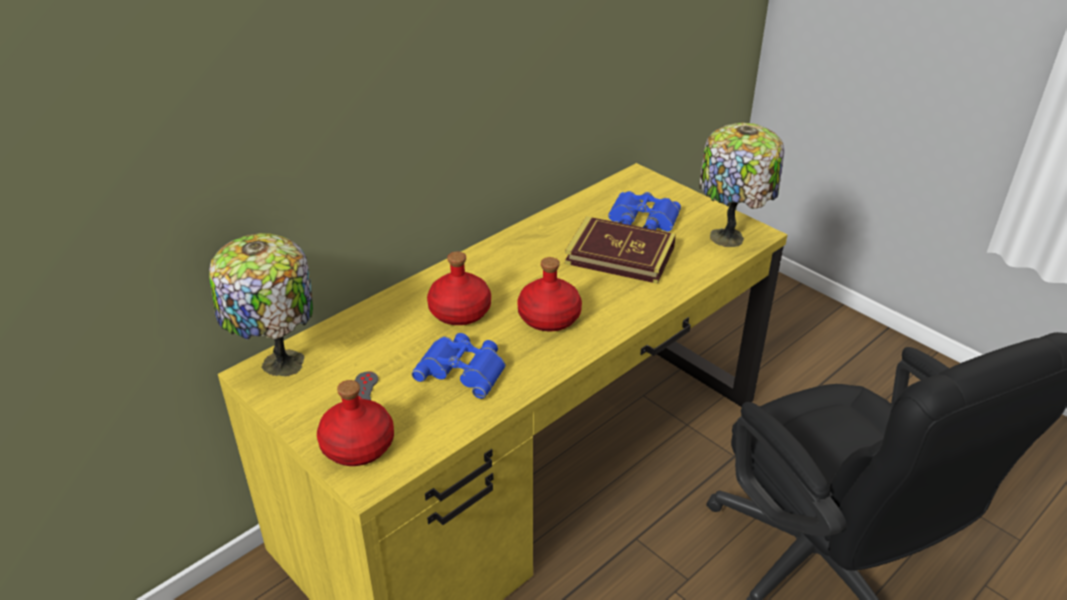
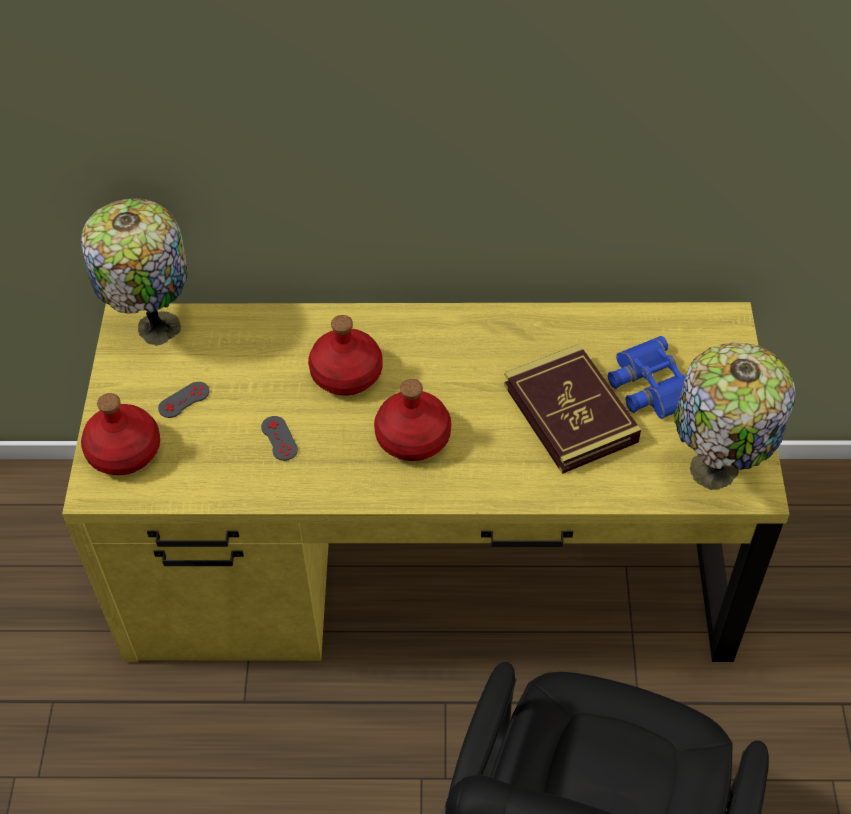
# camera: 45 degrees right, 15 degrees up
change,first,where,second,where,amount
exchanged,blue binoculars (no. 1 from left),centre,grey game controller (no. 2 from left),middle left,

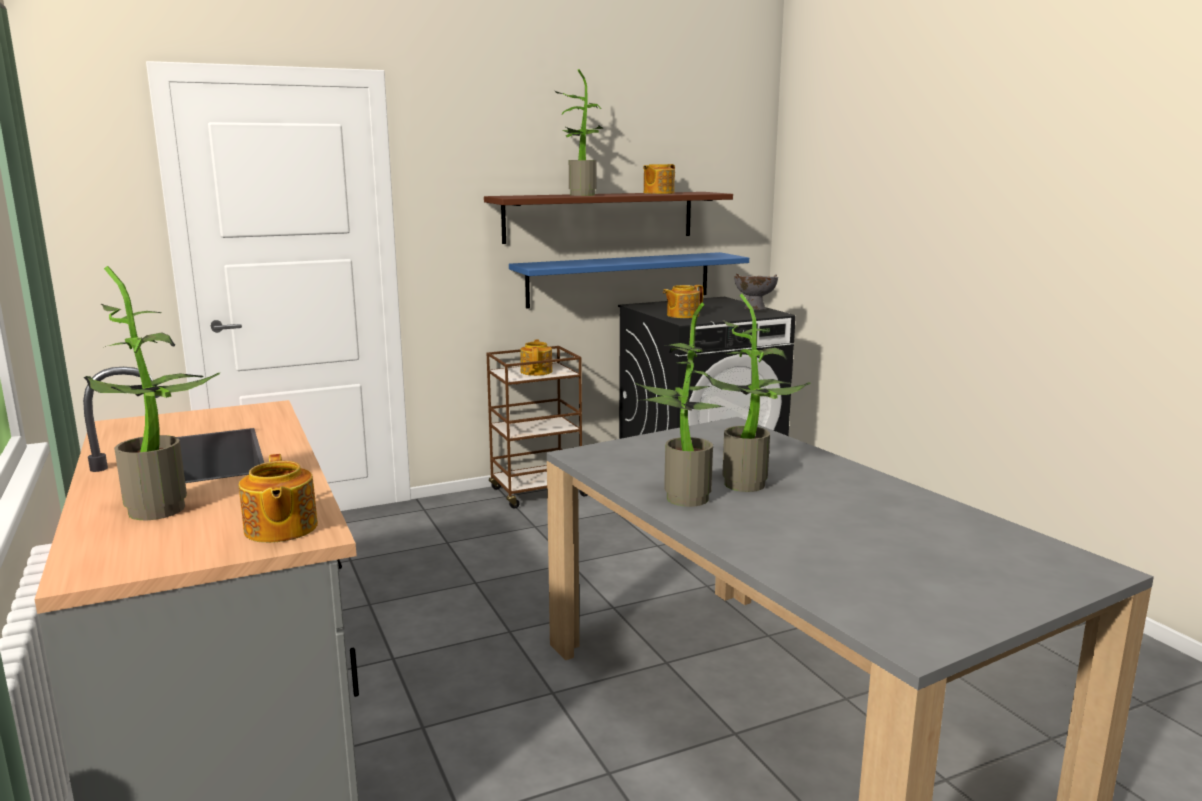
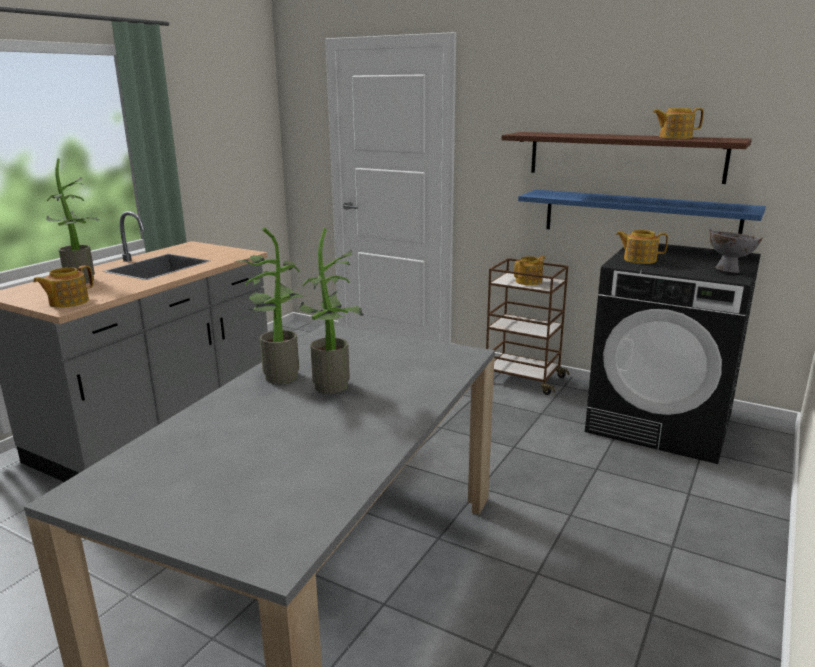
# camera: 55 degrees right, 5 degrees up
change,first,where,second,where,amount
missing,potted plant (no. 2 from left),top centre,,,

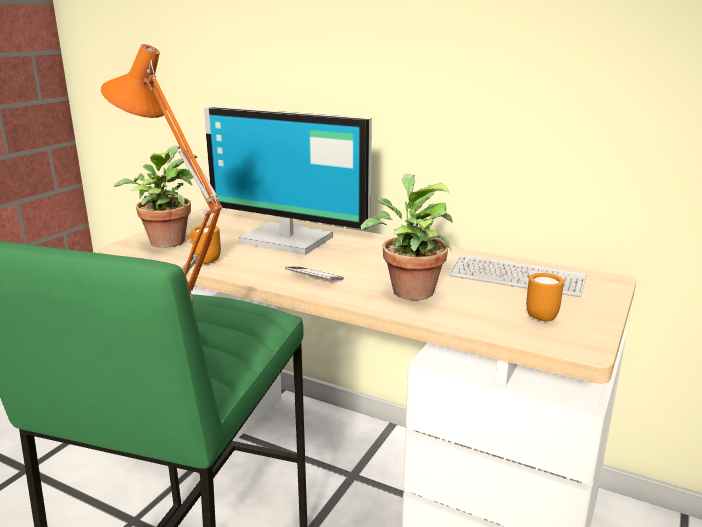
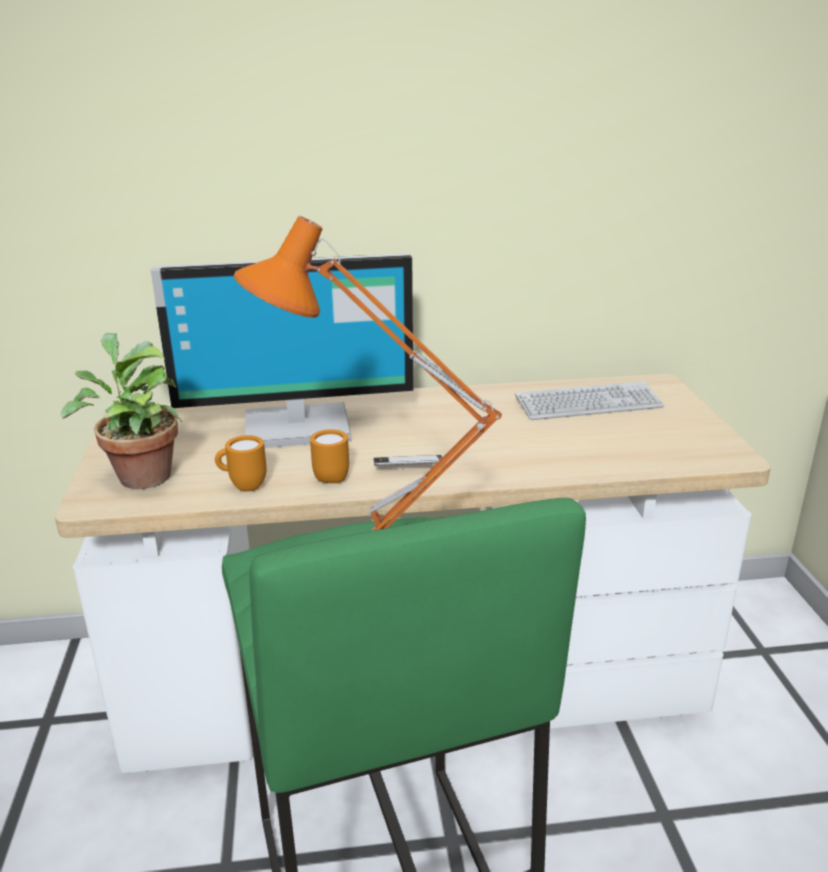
# camera: 35 degrees left, 5 degrees up
change,first,where,second,where,amount
relocated,orange mug (no. 2 from left),middle right,,centre,
missing,potted plant (no. 2 from left),centre,,,

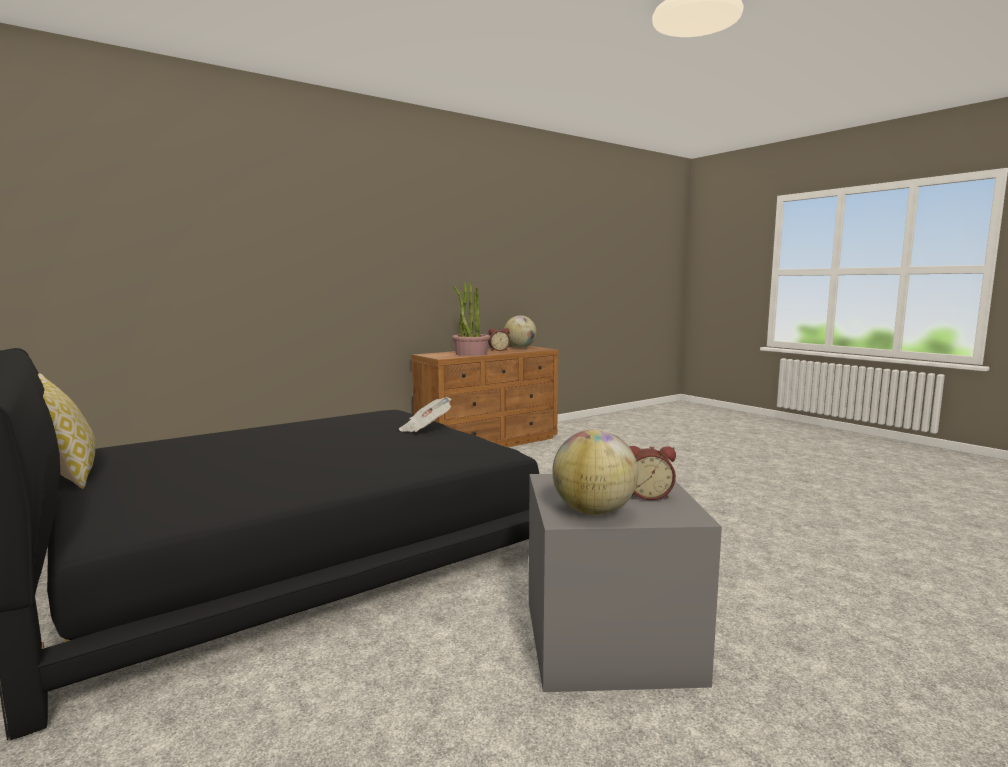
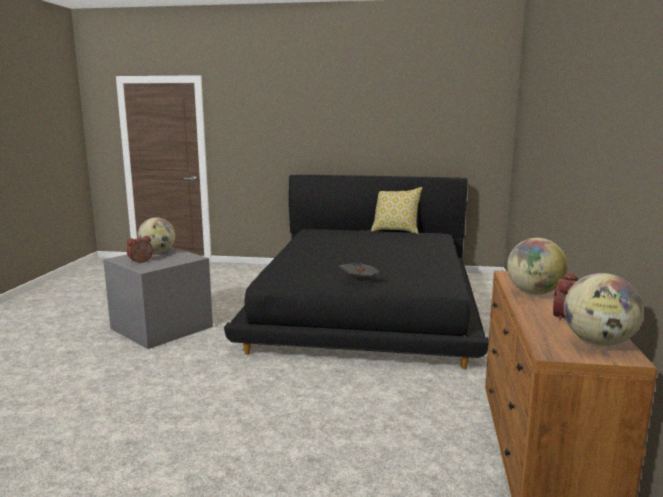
# camera: 135 degrees right, 5 degrees up
change,first,where,second,where,amount
exchanged,potted plant,centre,globe (no. 2 from left),middle right,

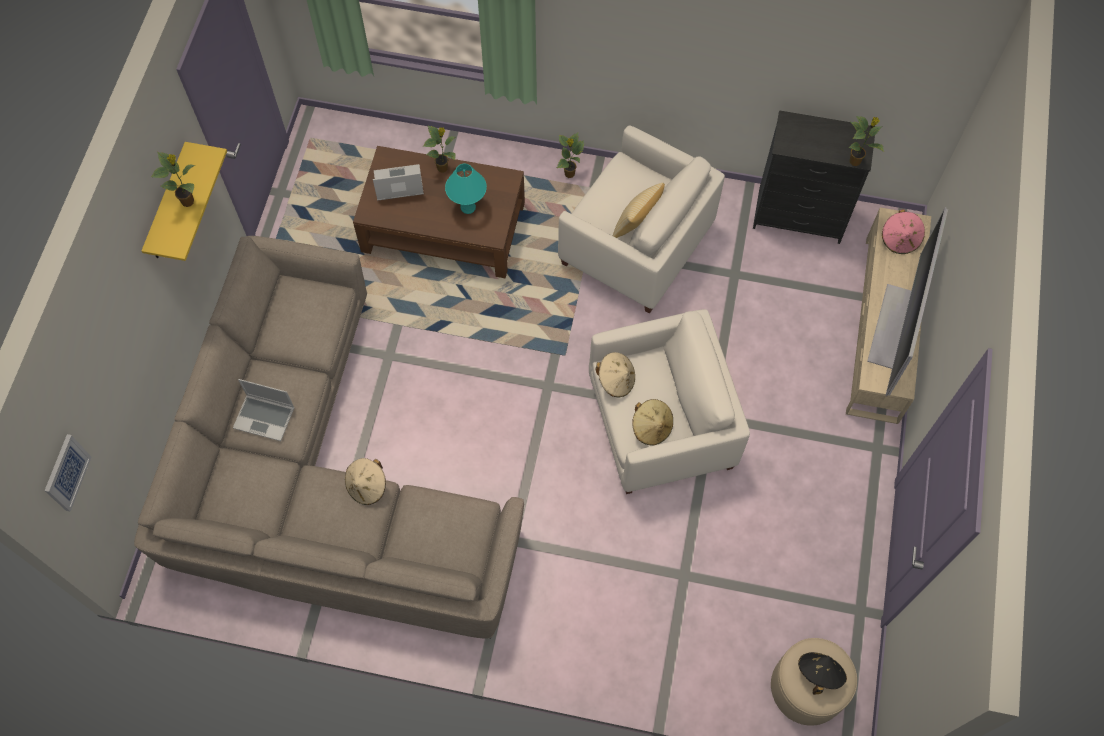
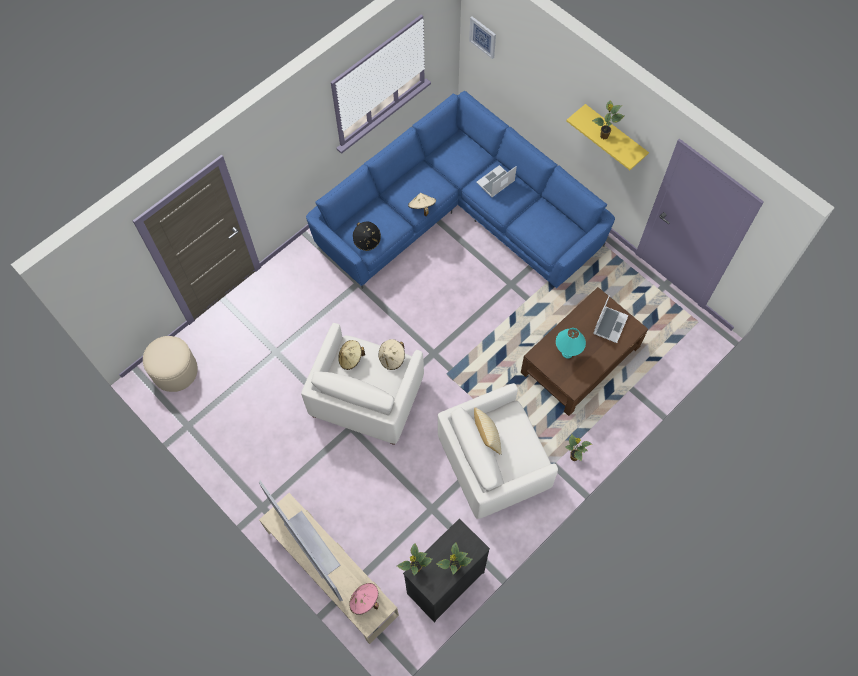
# camera: 125 degrees right, 0 degrees up
change,first,where,second,where,amount
colour,beige sofa,middle left,blue sofa,top centre,
relocated,black hat,bottom right,,centre,
relocated,potted plant (no. 2 from left),top centre,,bottom centre,

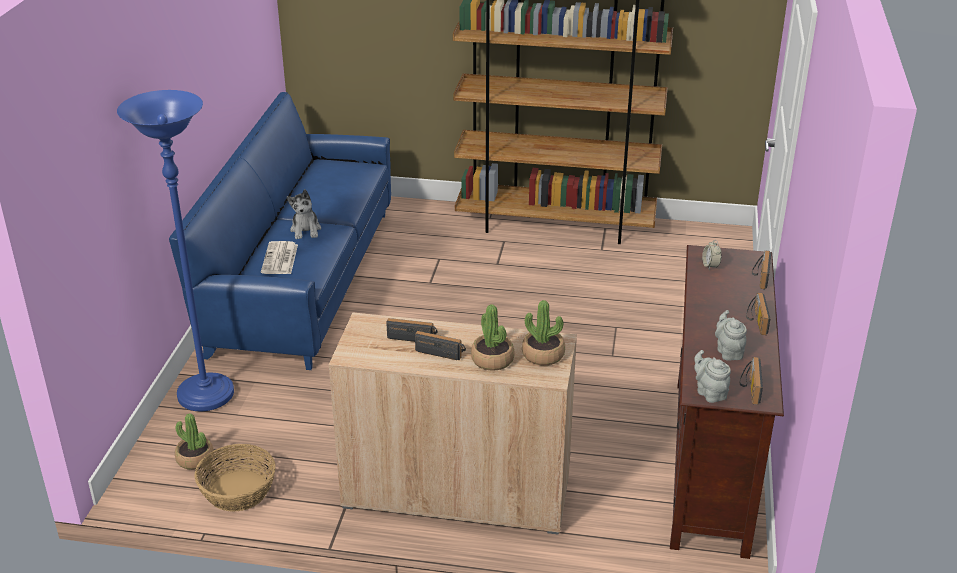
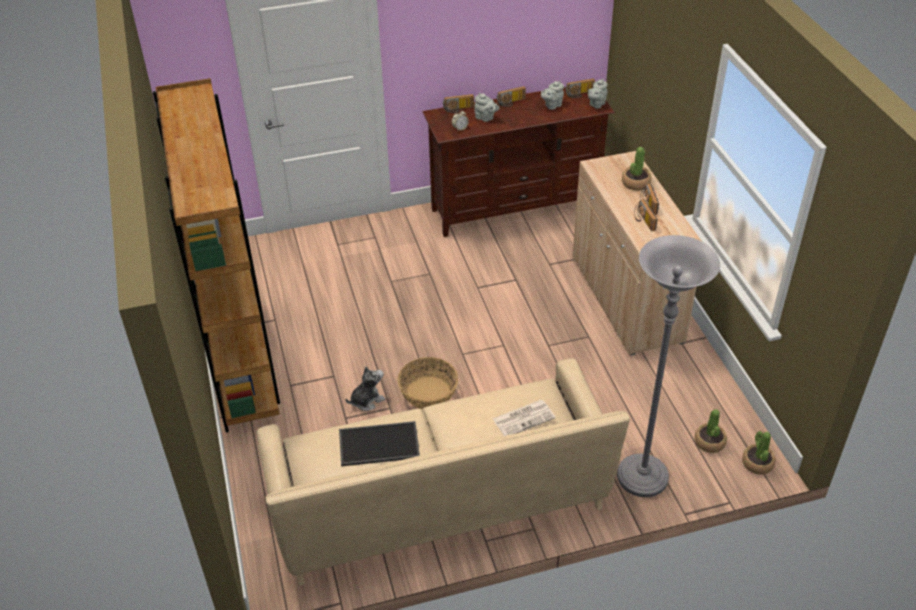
# camera: 115 degrees left, 10 degrees up
change,first,where,second,where,amount
colour,blue sofa,middle left,beige sofa,bottom centre,
appeared,,,tray,bottom centre,
relocated,plush toy,middle left,,centre,
relocated,basket,bottom left,,centre,
appeared,,,grey teapot (no. 1 from left),top centre,
colour,blue floor lamp,middle left,grey floor lamp,middle right,
relocated,potted plant (no. 3 from left),centre,,bottom right,

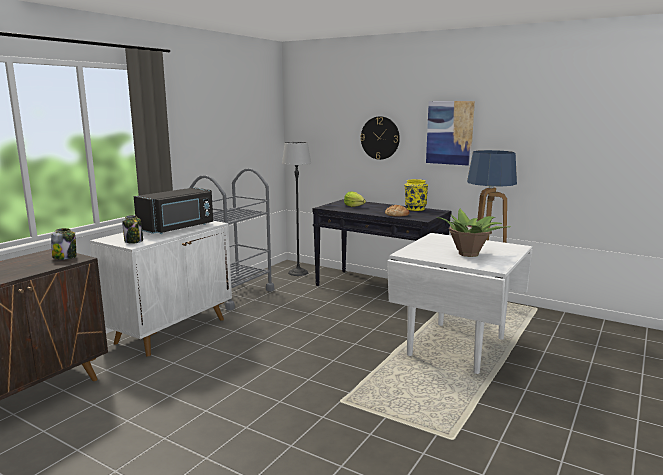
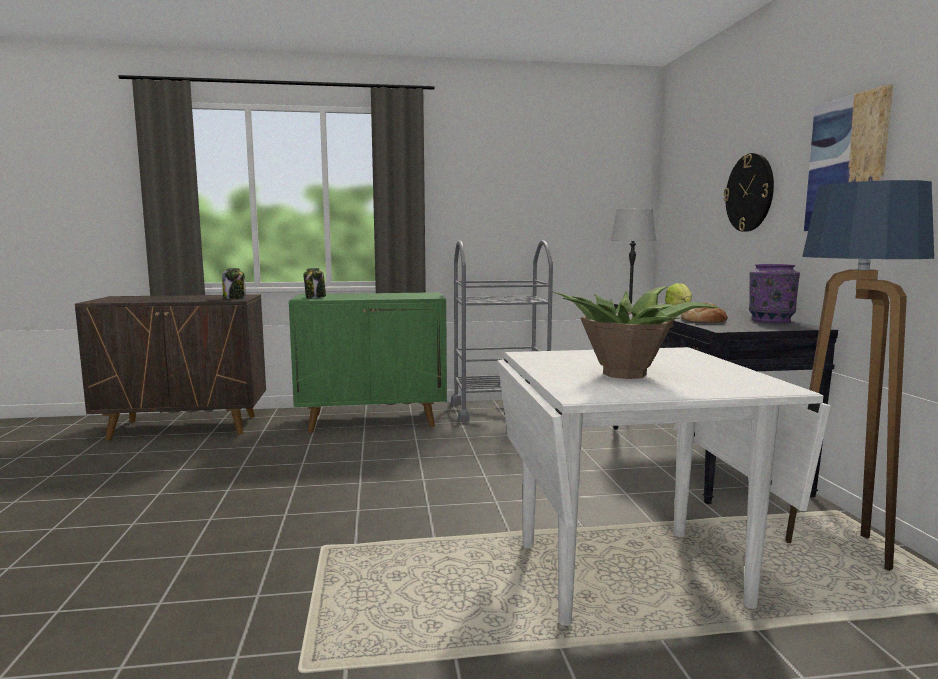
# camera: 50 degrees right, 5 degrees down
change,first,where,second,where,amount
colour,white cabinet,middle left,green cabinet,centre,
colour,yellow vase,centre,purple vase,middle right,
missing,black microwave,middle left,,,

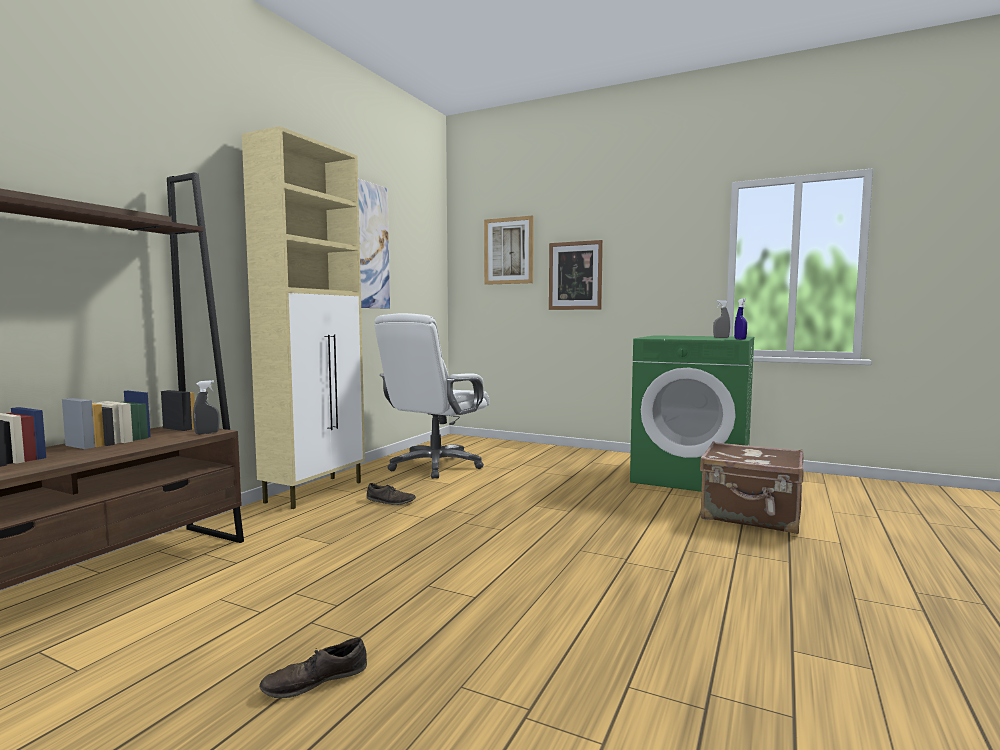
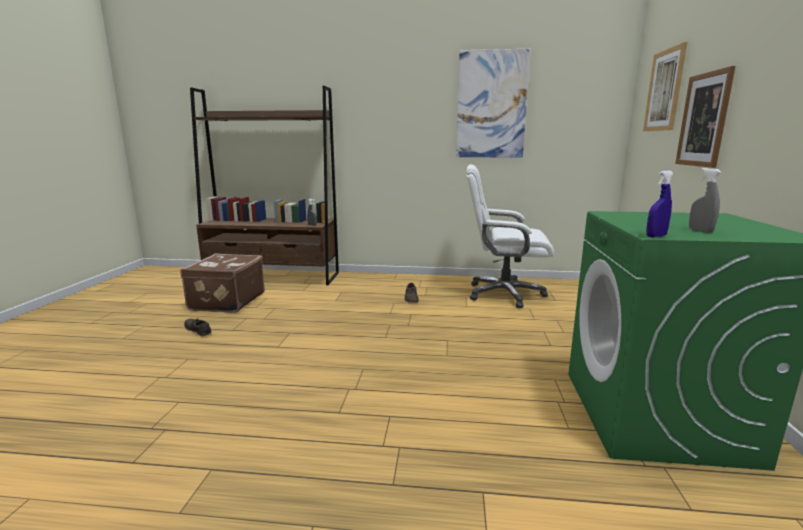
# camera: 70 degrees right, 10 degrees up
change,first,where,second,where,amount
relocated,brown suitcase,middle right,,middle left,
missing,beige cabinet,middle left,,,

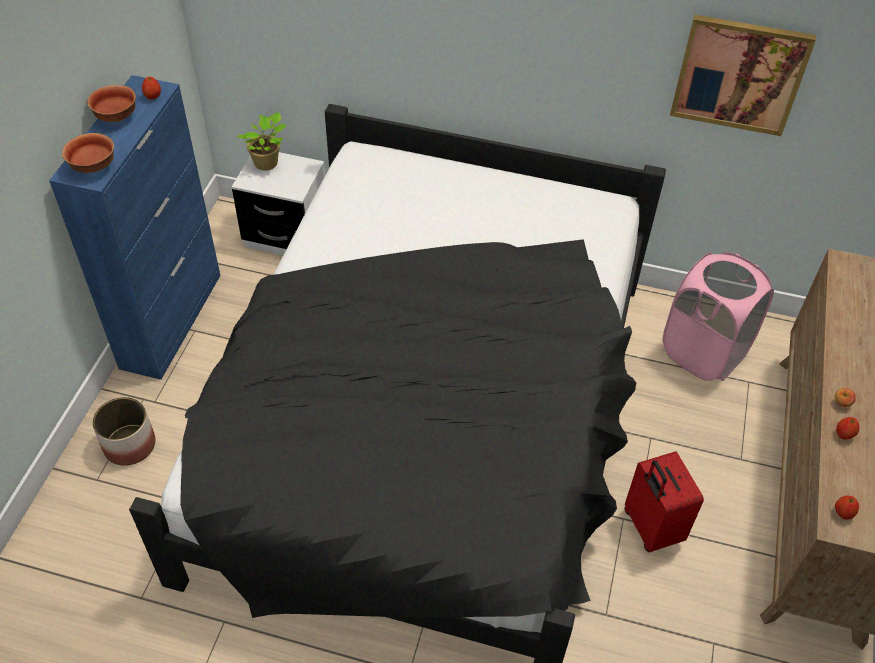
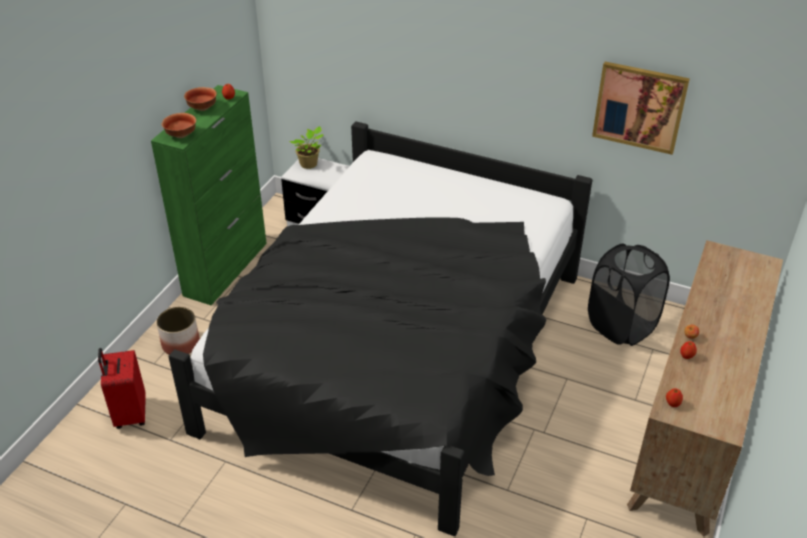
# camera: 10 degrees right, 10 degrees down
change,first,where,second,where,amount
relocated,red suitcase,bottom right,,bottom left,
colour,blue cabinet,middle left,green cabinet,middle left,
colour,pink laundry basket,middle right,black laundry basket,middle right,

